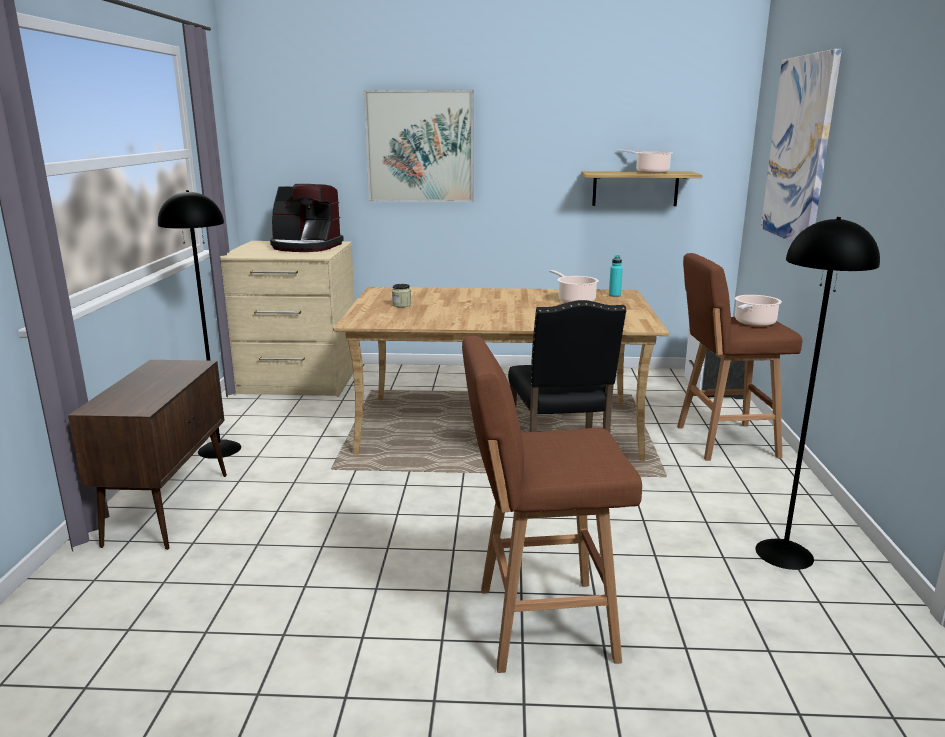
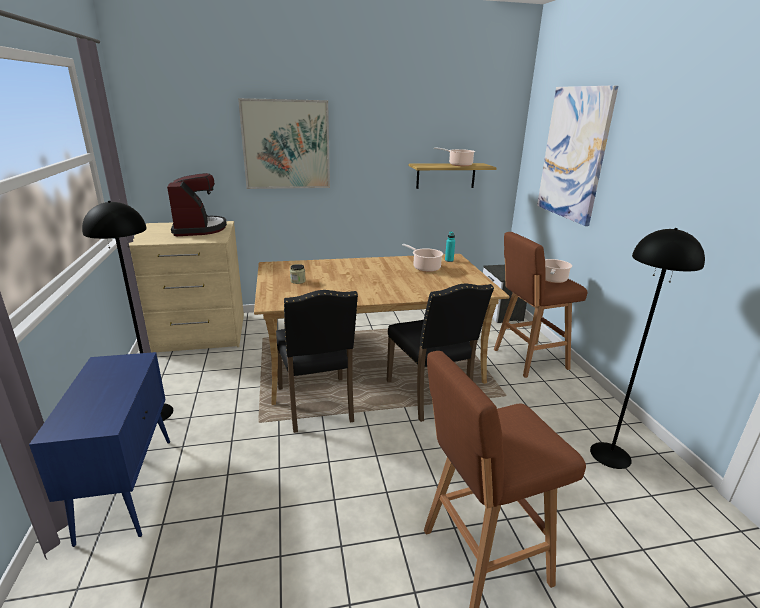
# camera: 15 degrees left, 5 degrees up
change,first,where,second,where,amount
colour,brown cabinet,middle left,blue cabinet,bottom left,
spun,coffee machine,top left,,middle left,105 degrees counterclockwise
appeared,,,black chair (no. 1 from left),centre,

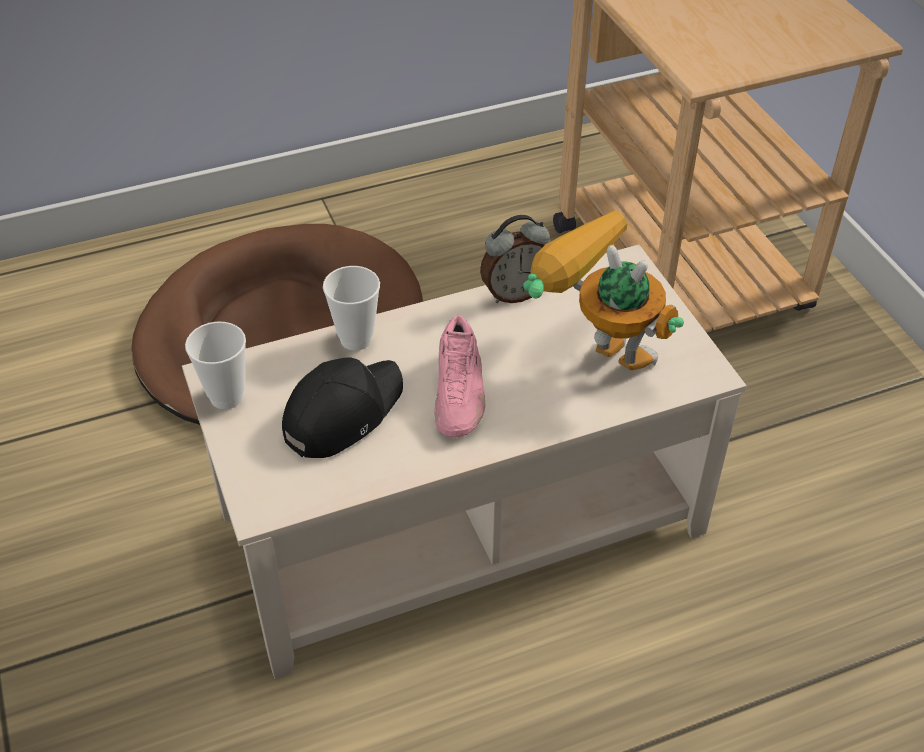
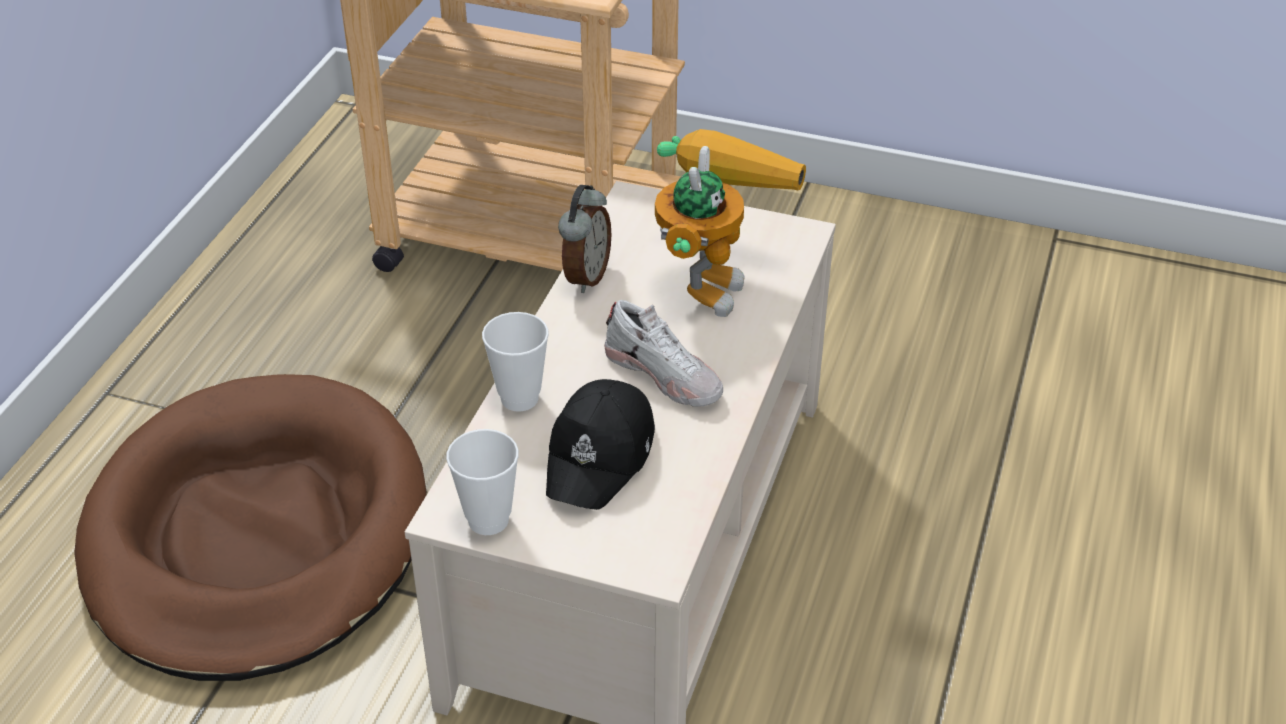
# camera: 50 degrees left, 5 degrees down
change,first,where,second,where,amount
spun,black cap,centre,,centre,150 degrees counterclockwise
colour,pink shoe,centre,white shoe,centre,
spun,toy robot,centre,,top centre,120 degrees clockwise

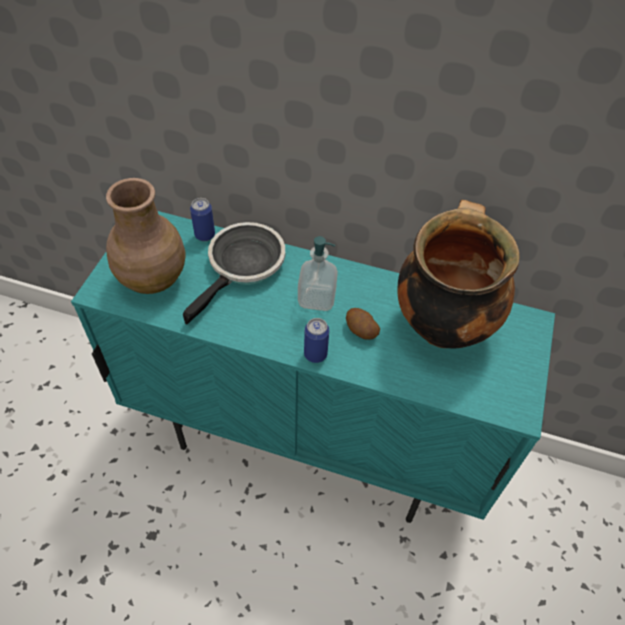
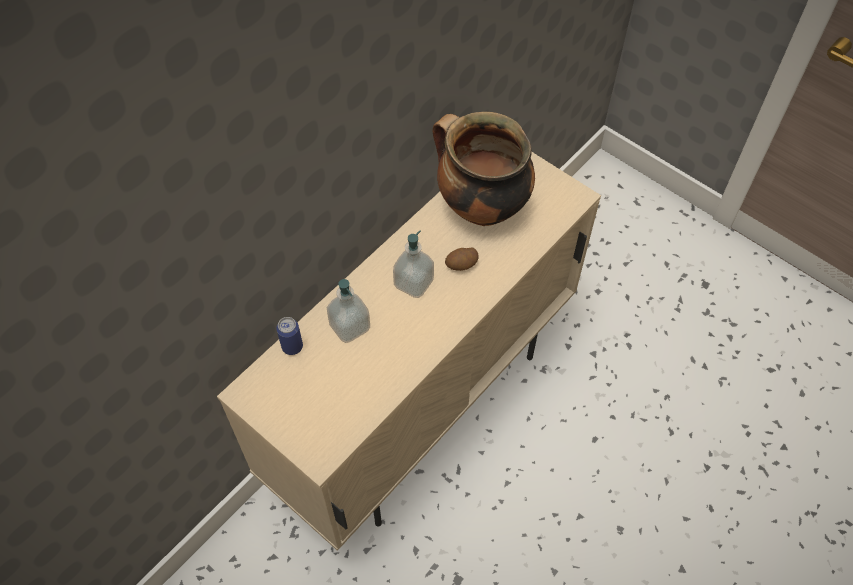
# camera: 65 degrees left, 5 degrees up
change,first,where,second,where,amount
colour,turquoise cabinet,centre,beige cabinet,centre,
exchanged,frying pan,centre,soap dispenser (no. 1 from left),centre,
missing,brown vase,middle left,,,
missing,can (no. 2 from left),centre,,,

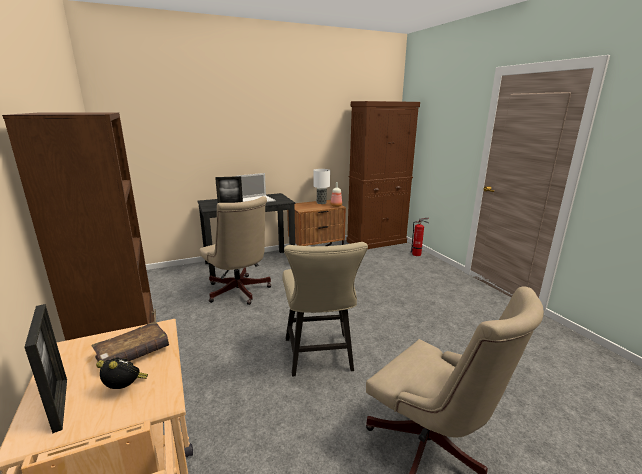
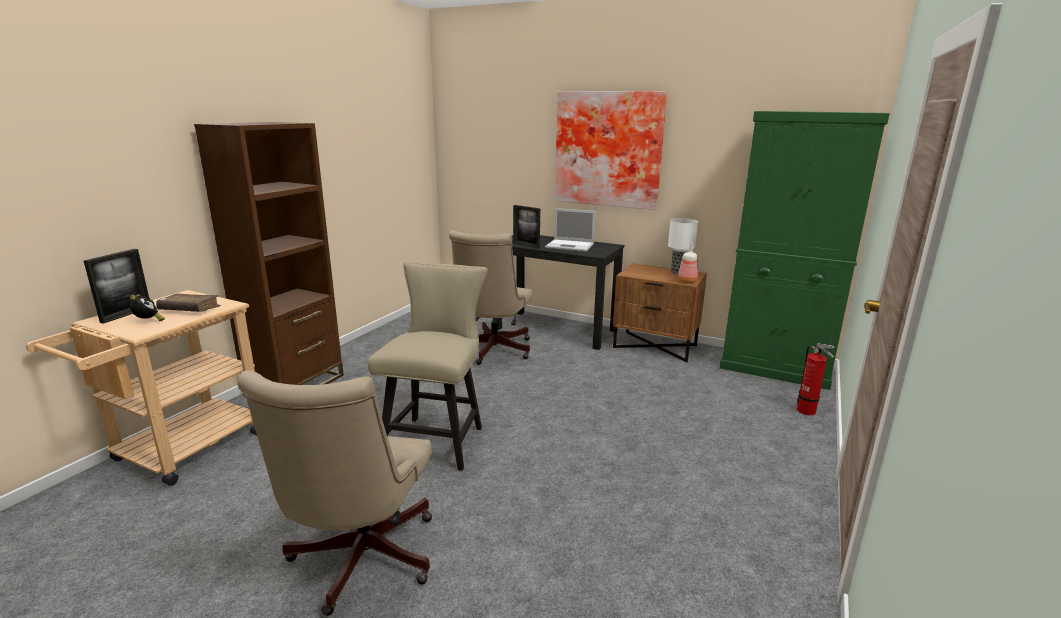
# camera: 50 degrees right, 0 degrees up
change,first,where,second,where,amount
spun,beige chair,centre,,centre,150 degrees clockwise
appeared,,,picture,top centre,
colour,brown cabinet,centre,green cabinet,middle right,

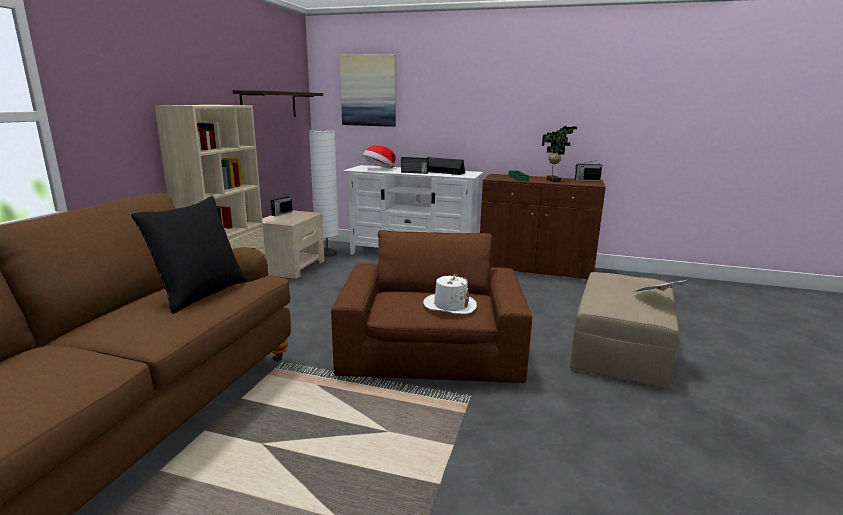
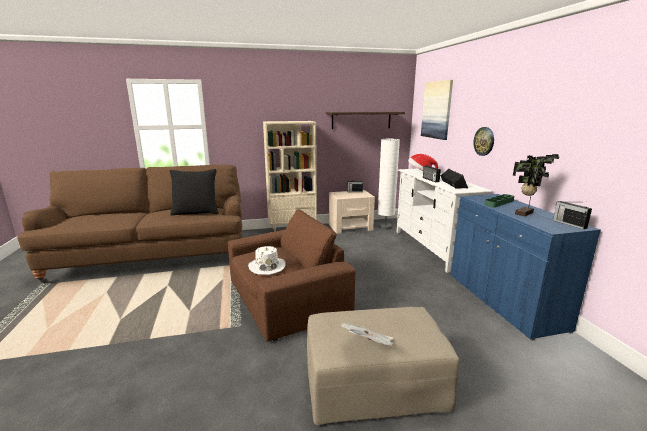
# camera: 60 degrees right, 0 degrees up
change,first,where,second,where,amount
colour,brown cabinet,centre,blue cabinet,middle right,
appeared,,,wall clock,top right,

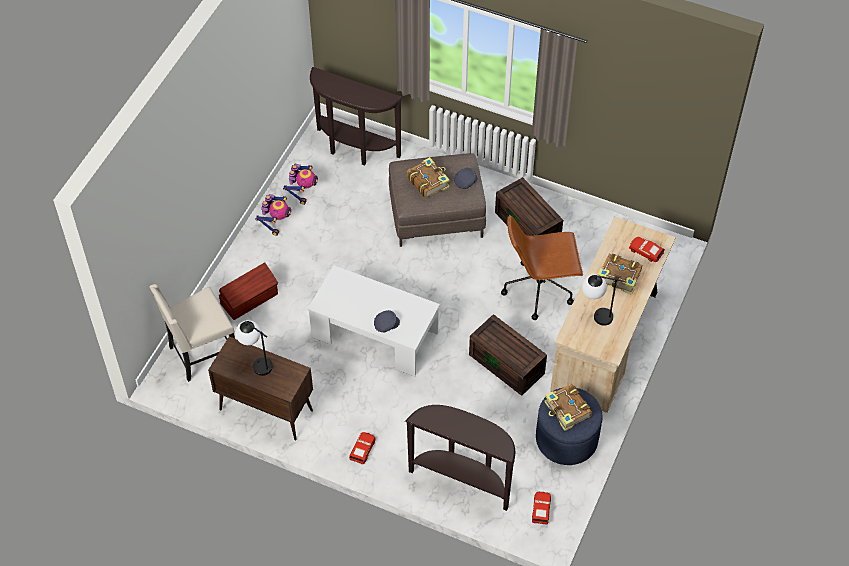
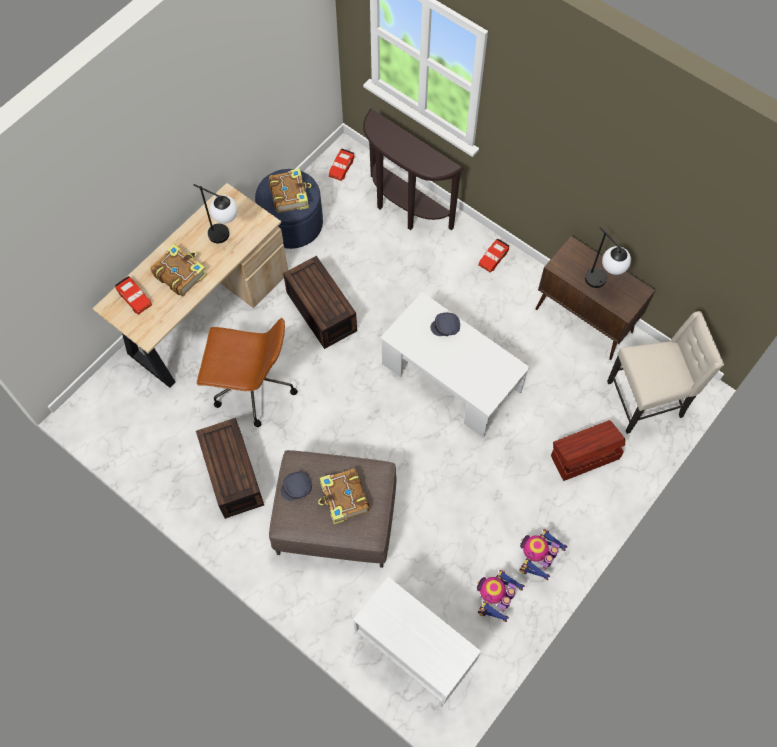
# camera: 165 degrees left, 10 degrees up
change,first,where,second,where,amount
exchanged,brown console table (no. 1 from left),top centre,white cabinet,bottom centre,

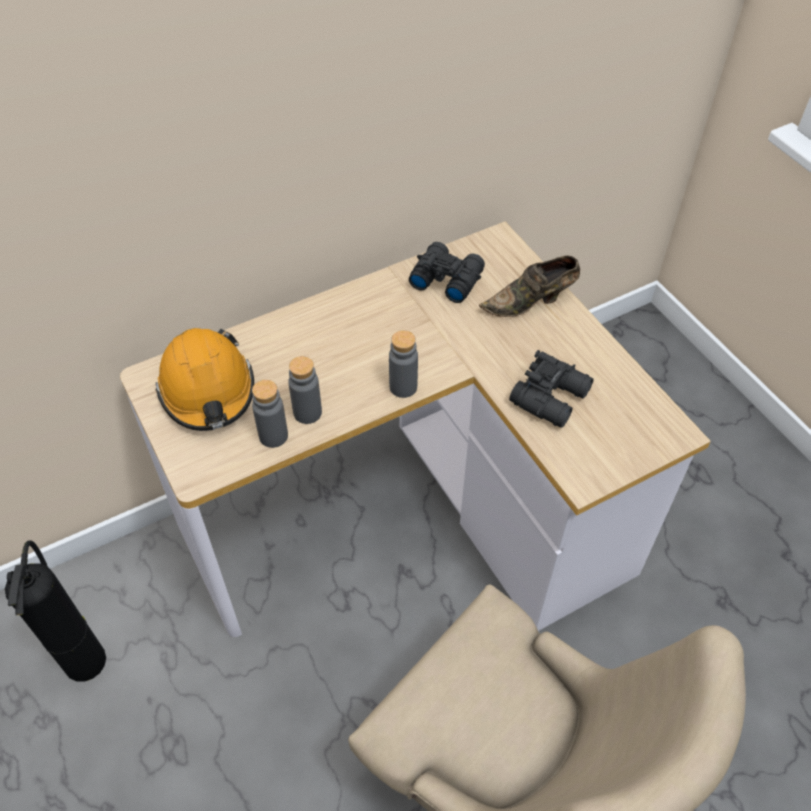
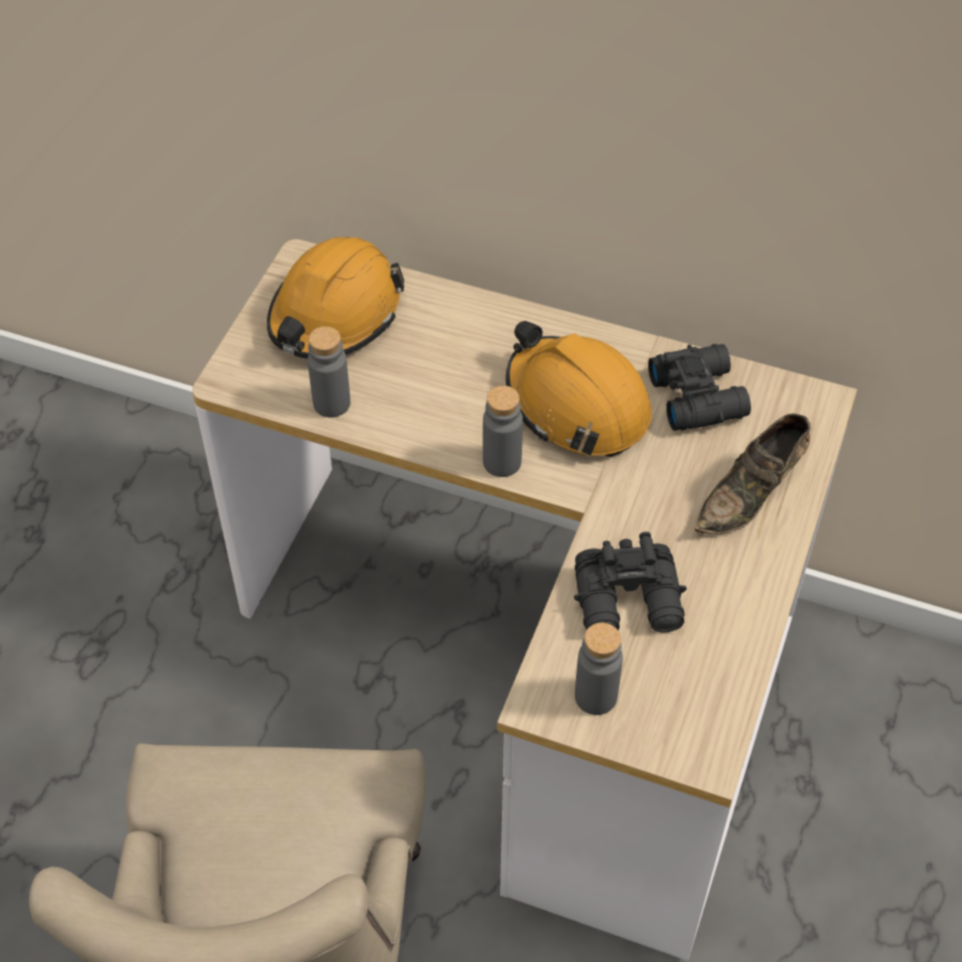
# camera: 50 degrees right, 0 degrees up
change,first,where,second,where,amount
appeared,,,orange hard hat (no. 2 from left),centre,
relocated,grey bottle (no. 2 from left in the first image),centre,grey bottle (no. 3 from left),bottom centre,
spun,brown shoe,centre,,middle right,75 degrees counterclockwise
missing,fire extinguisher,bottom left,,,

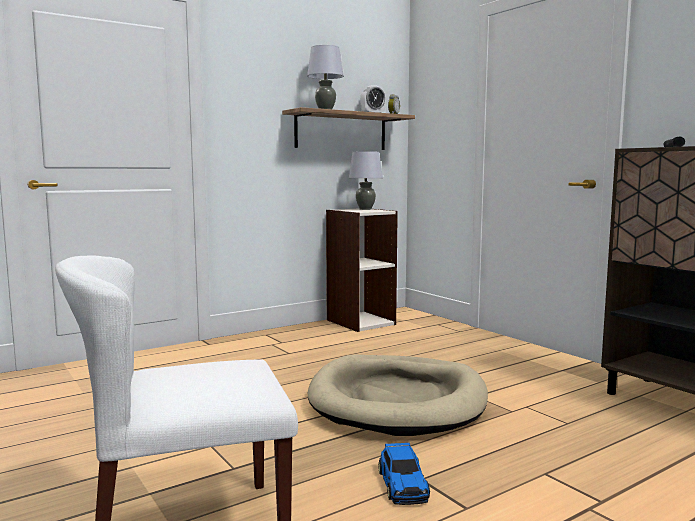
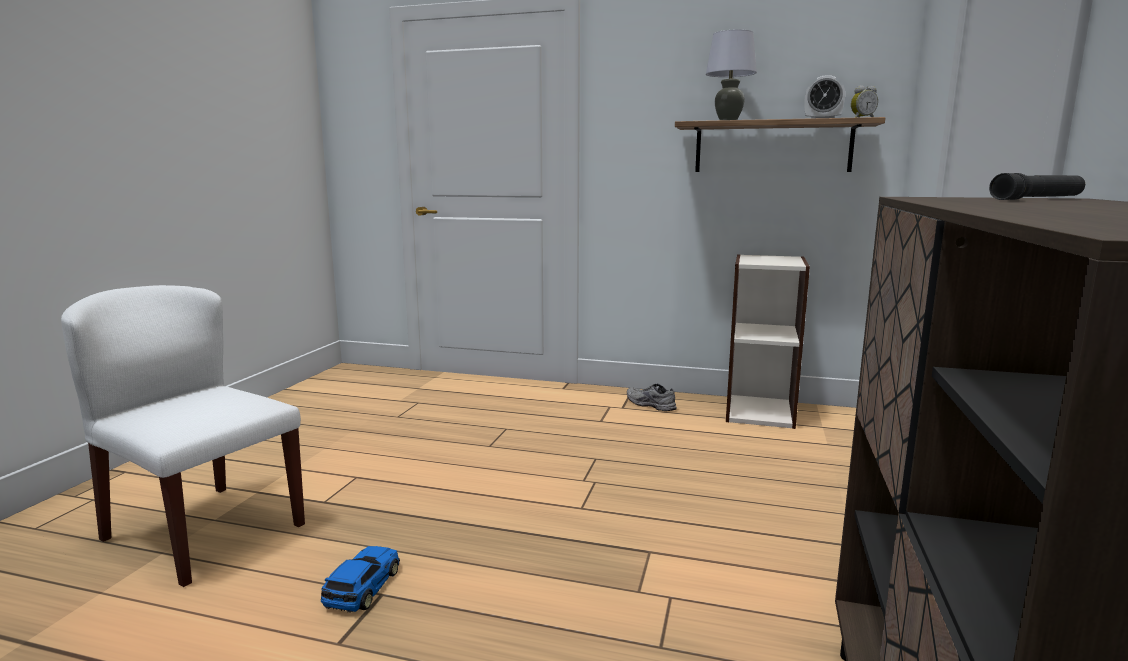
# camera: 50 degrees right, 5 degrees up
change,first,where,second,where,amount
spun,toy car,bottom centre,,bottom left,150 degrees clockwise
appeared,,,grey shoe,centre,
missing,beige dog bed,bottom centre,,,
missing,grey table lamp (no. 2 from left),centre,,,

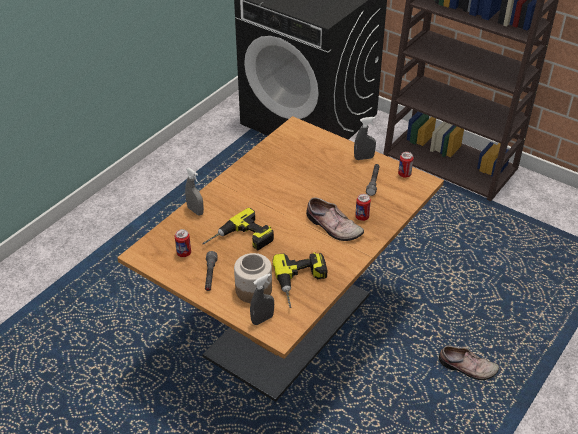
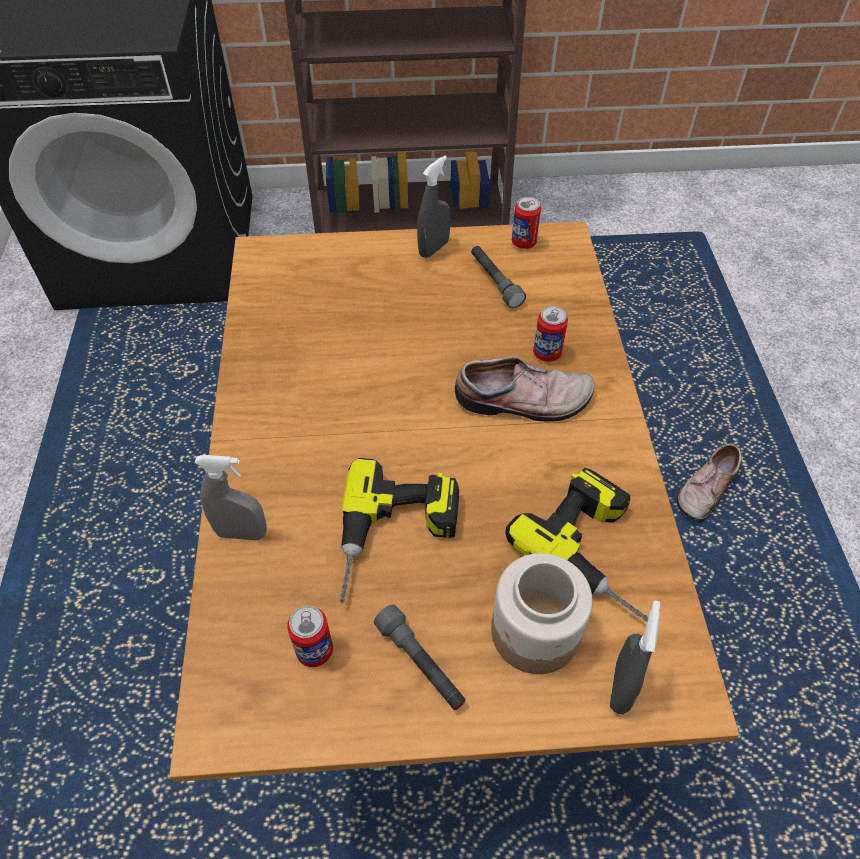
# camera: 40 degrees left, 10 degrees up
change,first,where,second,where,amount
spun,shoe (no. 2 from left),bottom right,,middle right,150 degrees clockwise

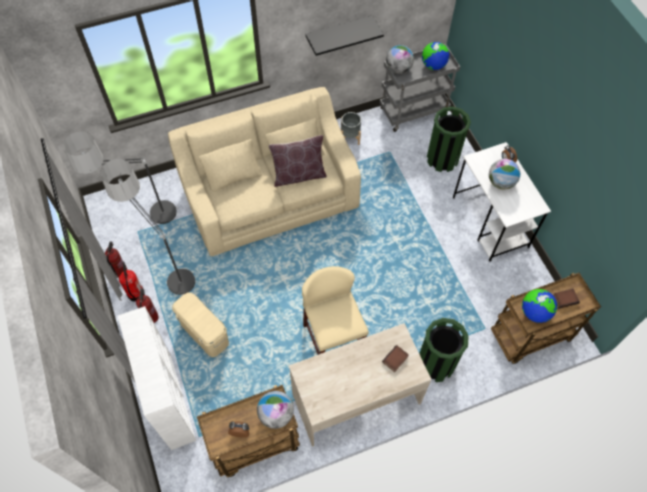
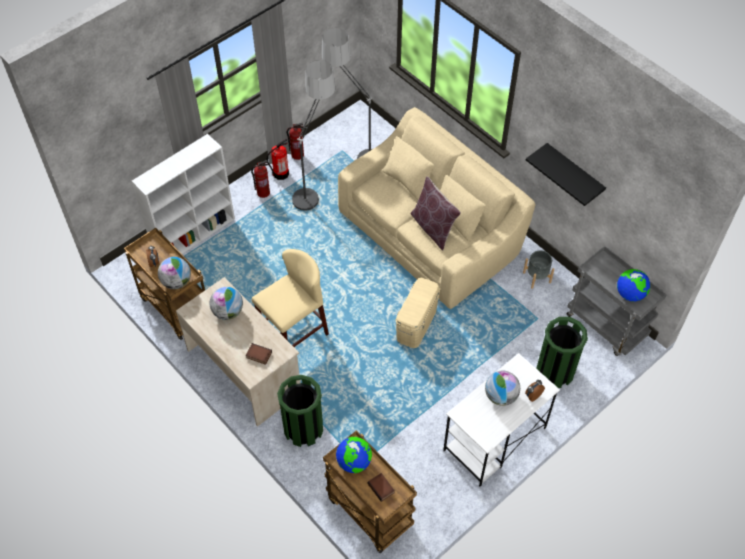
# camera: 70 degrees right, 5 degrees down
change,first,where,second,where,amount
relocated,globe (no. 2 from left),top centre,,middle left,
relocated,beige storage box,middle left,,centre,

